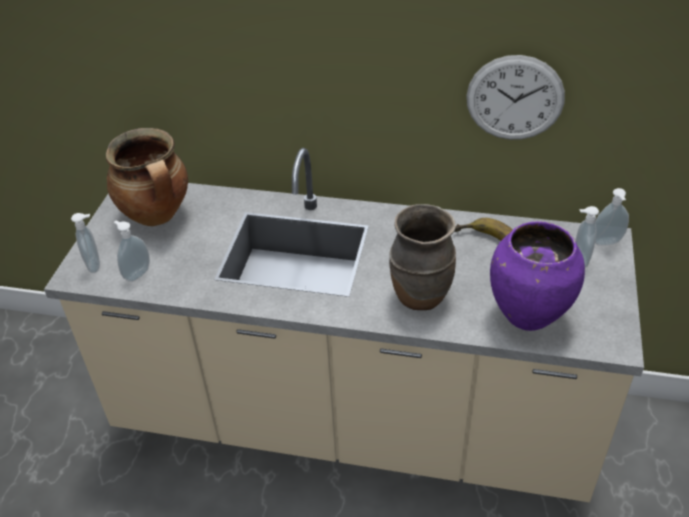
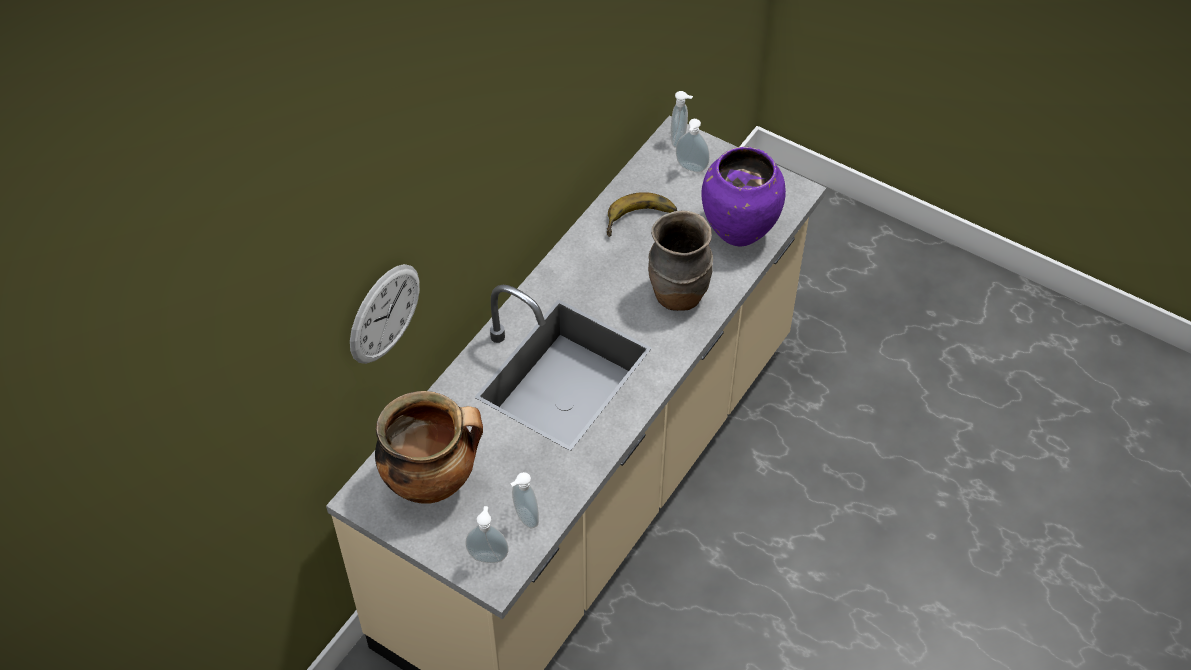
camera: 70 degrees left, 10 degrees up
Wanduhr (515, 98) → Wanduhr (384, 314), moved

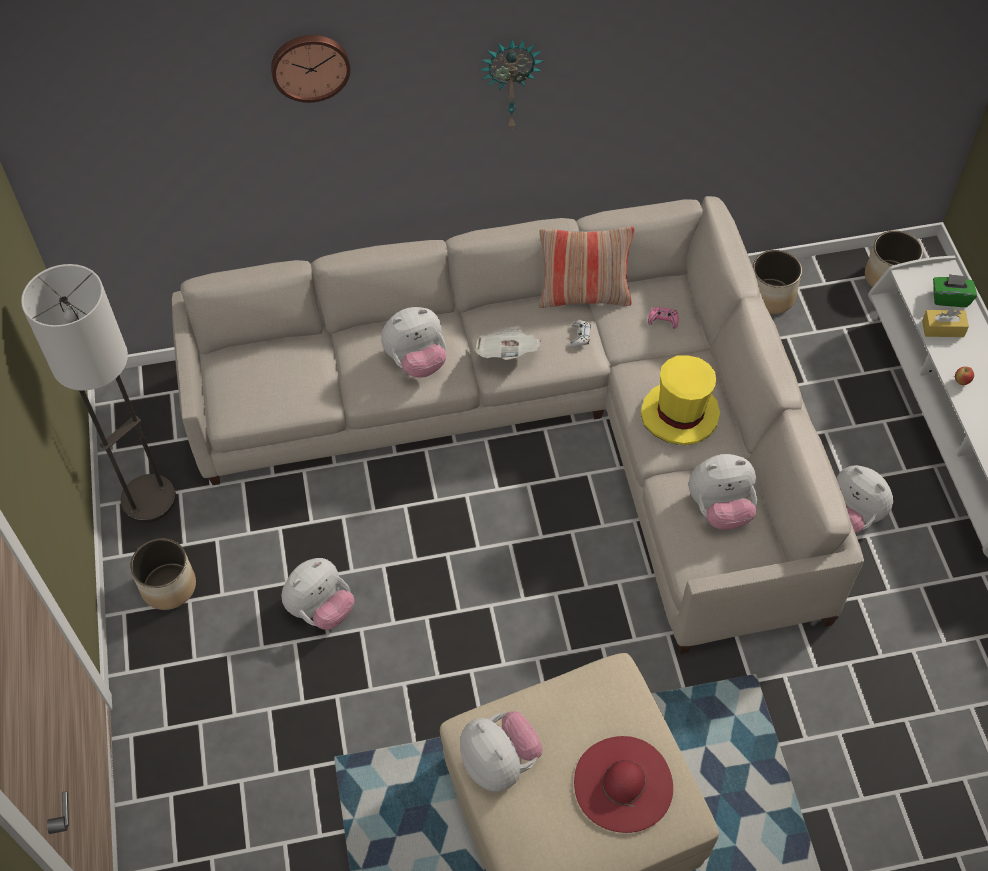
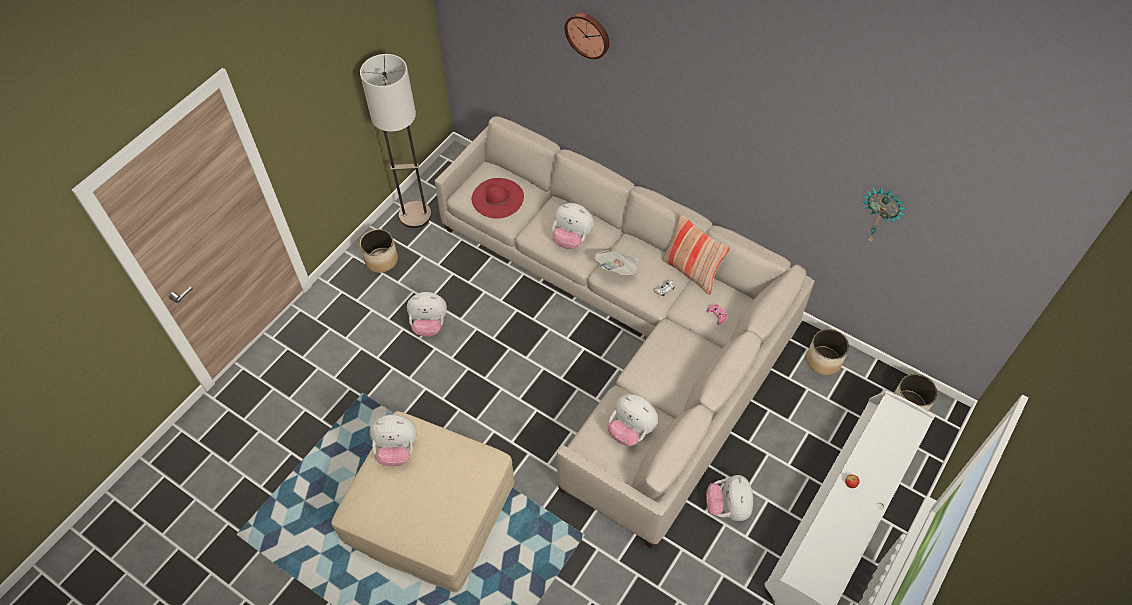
camera: 45 degrees right, 0 degrees up
Plüschtier (500, 762) → Plüschtier (396, 449), 75 degrees clockwise
Hut (rot) (623, 784) → Hut (rot) (497, 198), moved
Wanduhr (510, 82) → Wanduhr (880, 214), moved
Hut (gelb) (680, 415) → -
Taschentuchbox (gelb) (943, 328) → -
Taschentuchbox (grün) (950, 298) → -

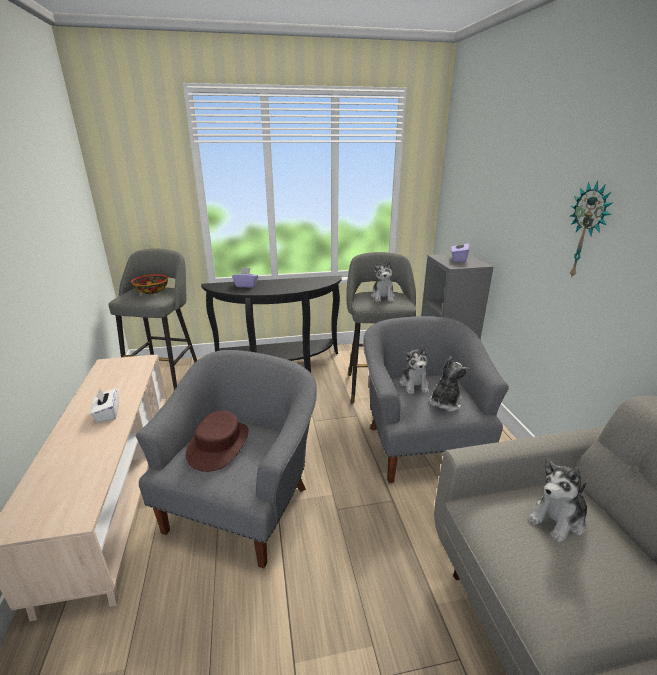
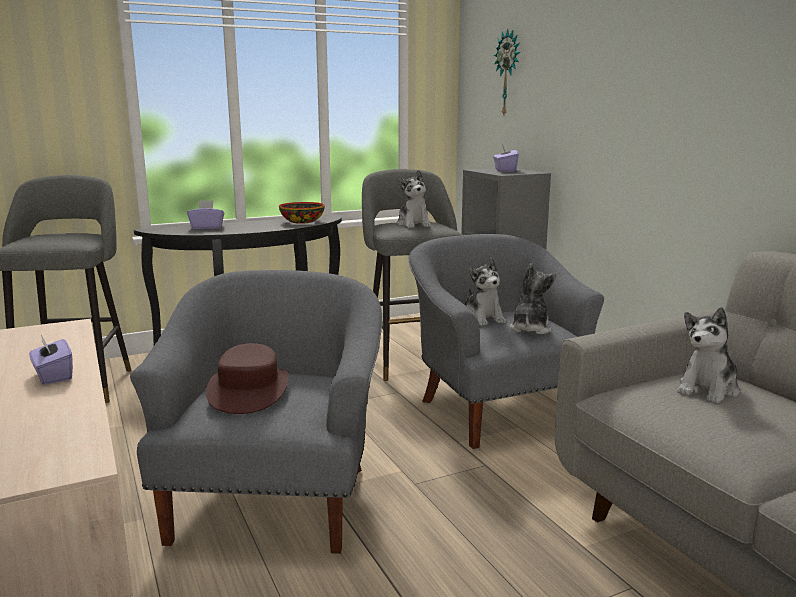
camera: 15 degrees left, 10 degrees down
Taschentuchbox (weiß) (108, 413) → Taschentuchbox (lila) (53, 376)
Schüssel (151, 291) → Schüssel (301, 222), moved
Wanduhr (587, 231) → Wanduhr (508, 73), moved

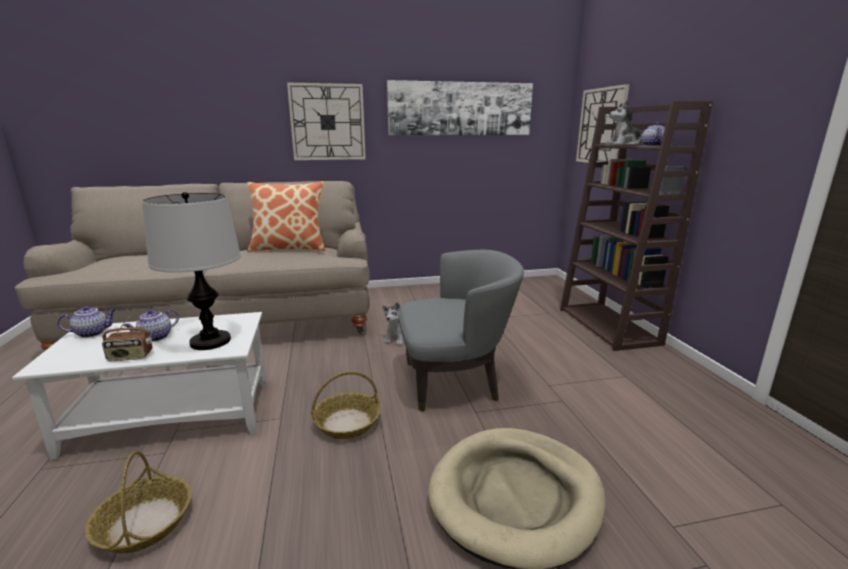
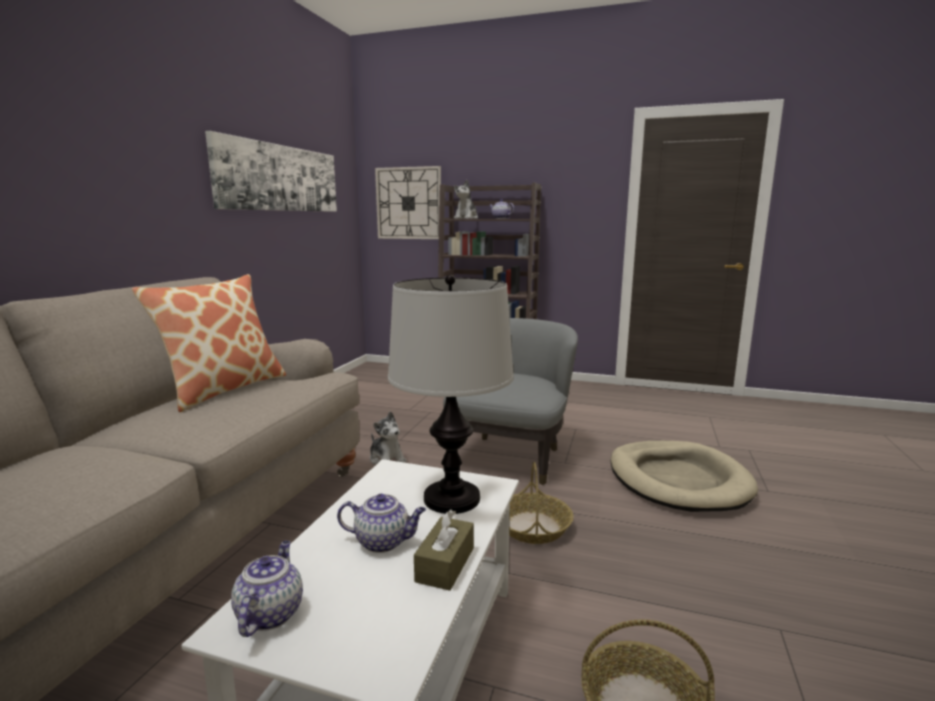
camera: 60 degrees left, 5 degrees down
Teekanne (155, 337) → Teekanne (384, 541), 60 degrees counterclockwise
Radio (130, 357) → Taschentuchbox (braun) (445, 564)
Wanduhr (327, 122) → -

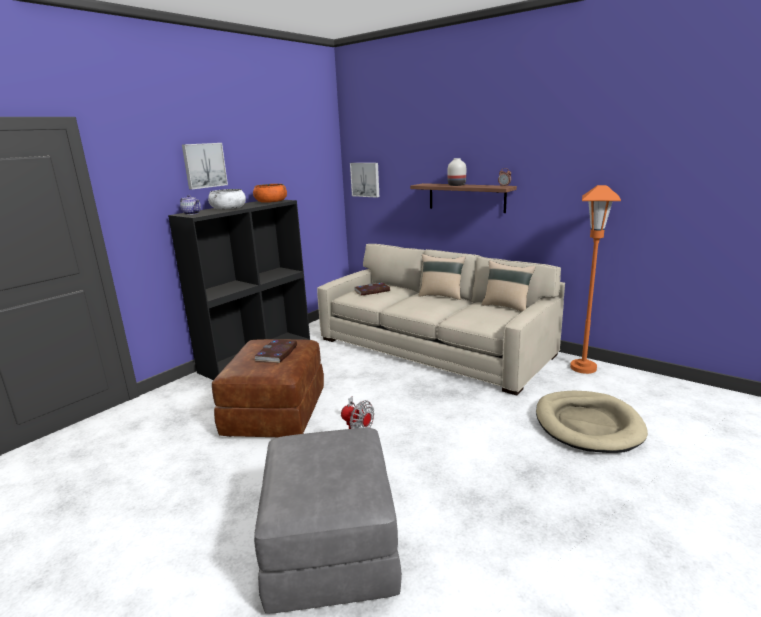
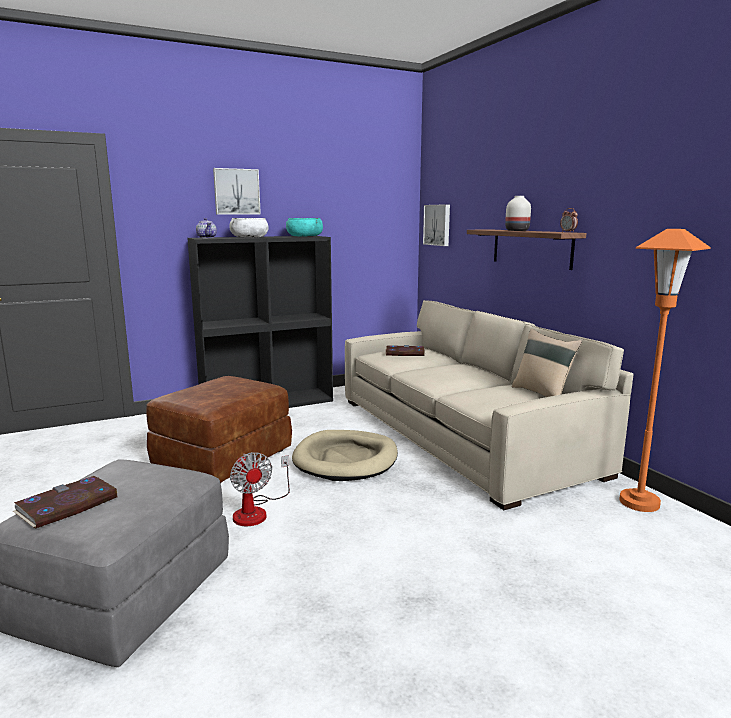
camera: 25 degrees right, 5 degrees down
Buch (277, 353) → Buch (67, 505), moved
Schüssel (orange) (271, 201) → Schüssel (türkis) (304, 236)
Hundebett (beige) (587, 425) → Hundebett (beige) (346, 459), moved
Kissen (beige) (441, 295) → -

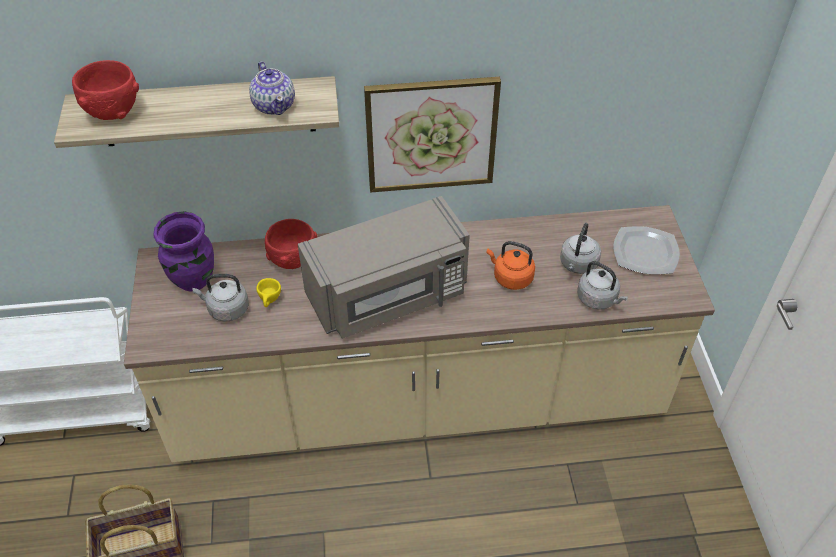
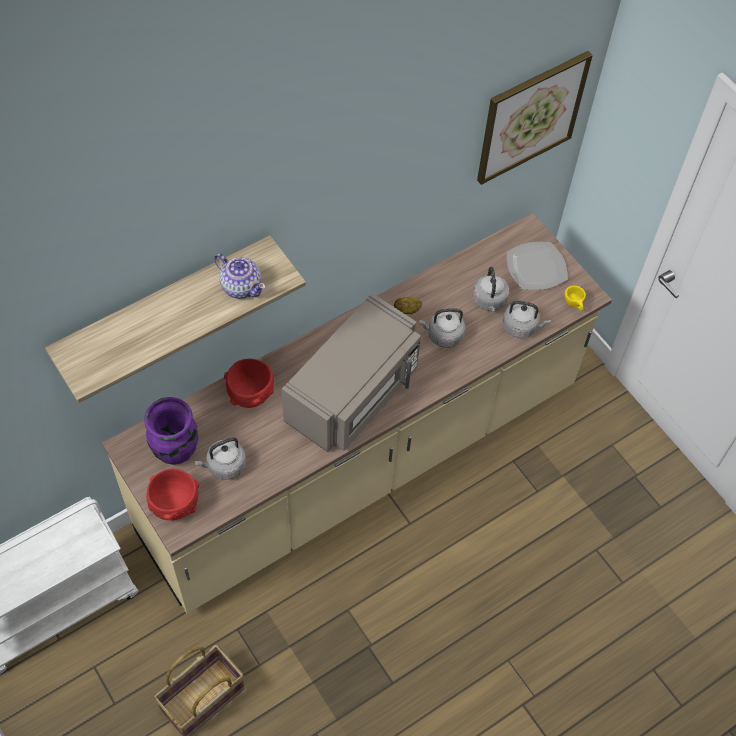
camera: 30 degrees left, 10 degrees up
Schüssel (rot) (113, 112) → Schüssel (rot) (175, 505), moved
- → Kartoffel (407, 310)
Wasserkessel (orange) (511, 277) → Wasserkessel (grau) (443, 335)
Bild (431, 134) → Bild (531, 117), moved
Tasse (gelb) (270, 302) → Tasse (gelb) (574, 305), moved

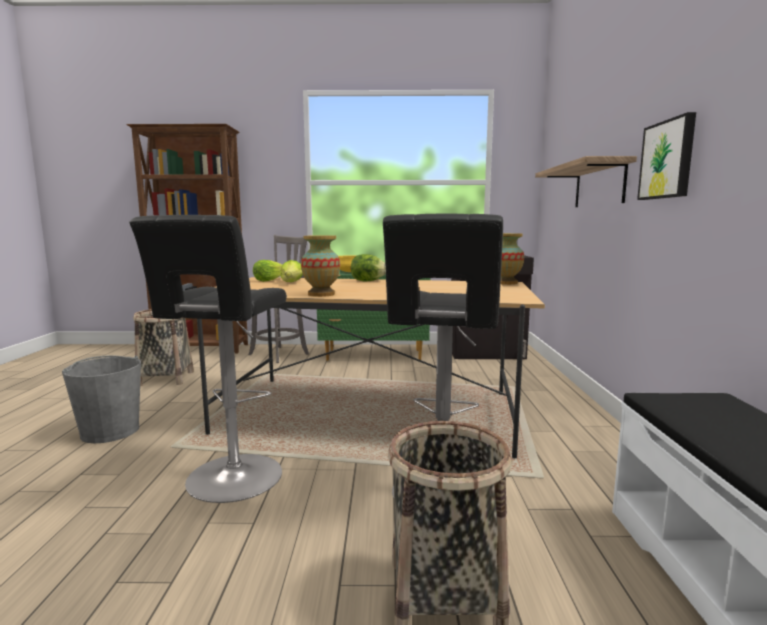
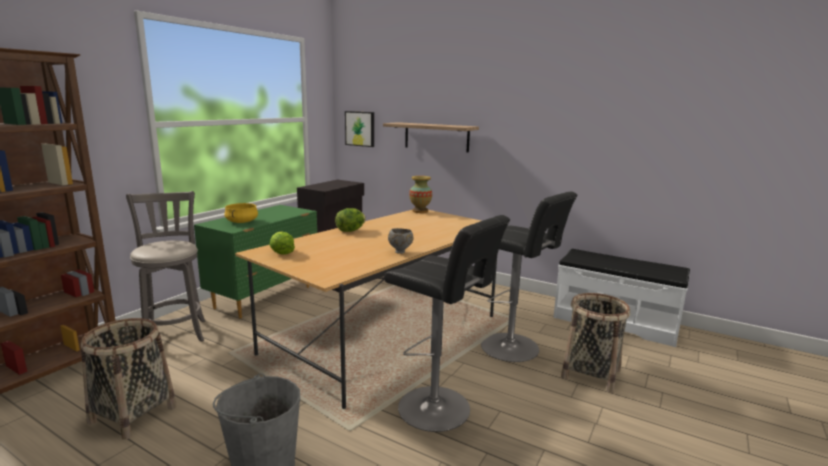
camera: 60 degrees left, 5 degrees up
Bild (668, 160) → Bild (360, 128), moved
Vase (321, 294) → Schüssel (grau) (400, 252)
Salatkopf (292, 282) → -

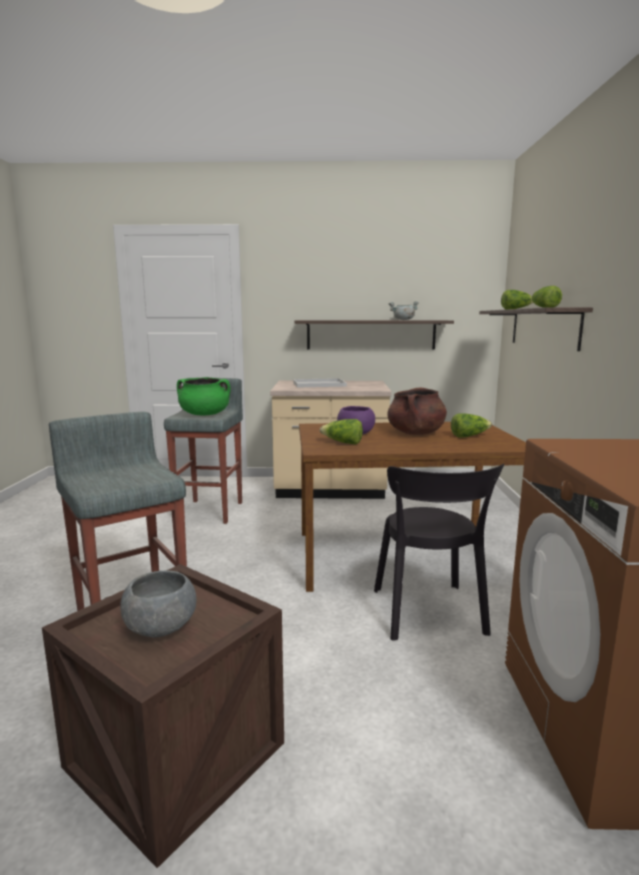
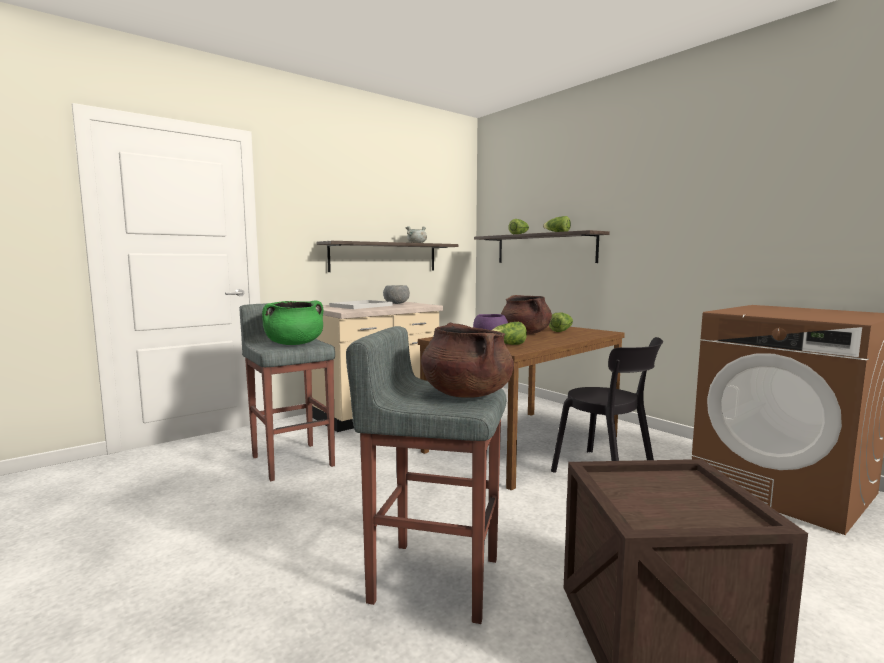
camera: 40 degrees left, 5 degrees down
Schüssel (grau) (161, 627) → Schüssel (grau) (396, 303), moved
- → Kochtopf (braun) (466, 394)

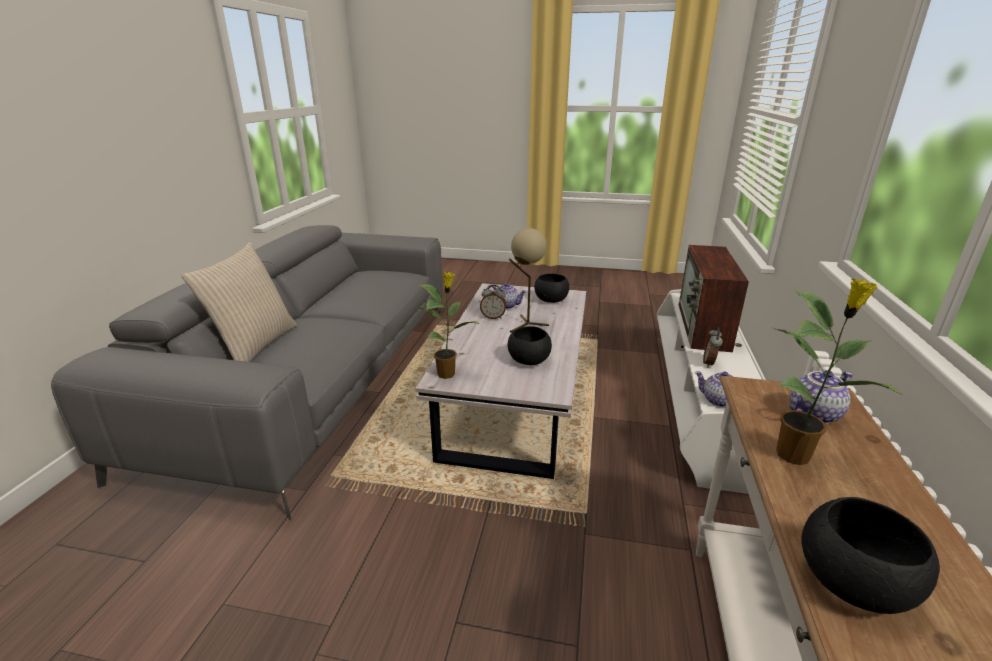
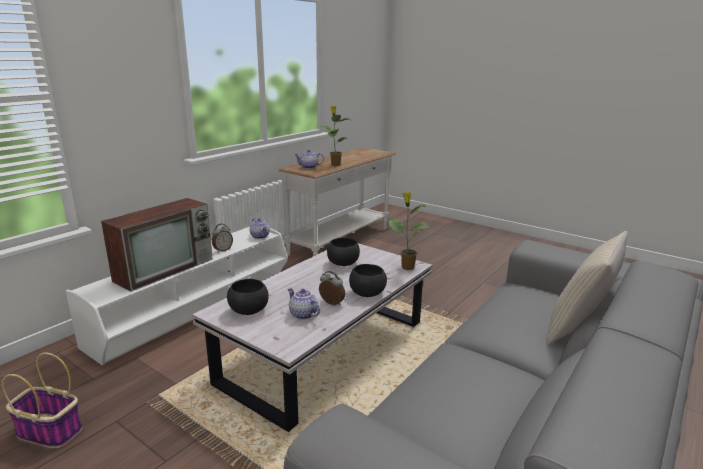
camera: 155 degrees left, 5 degrees down
- → Korb (48, 431)
Schüssel (schwarz) (851, 582) → Schüssel (schwarz) (367, 293), moved
Tischlampe (beige) (525, 325) → -

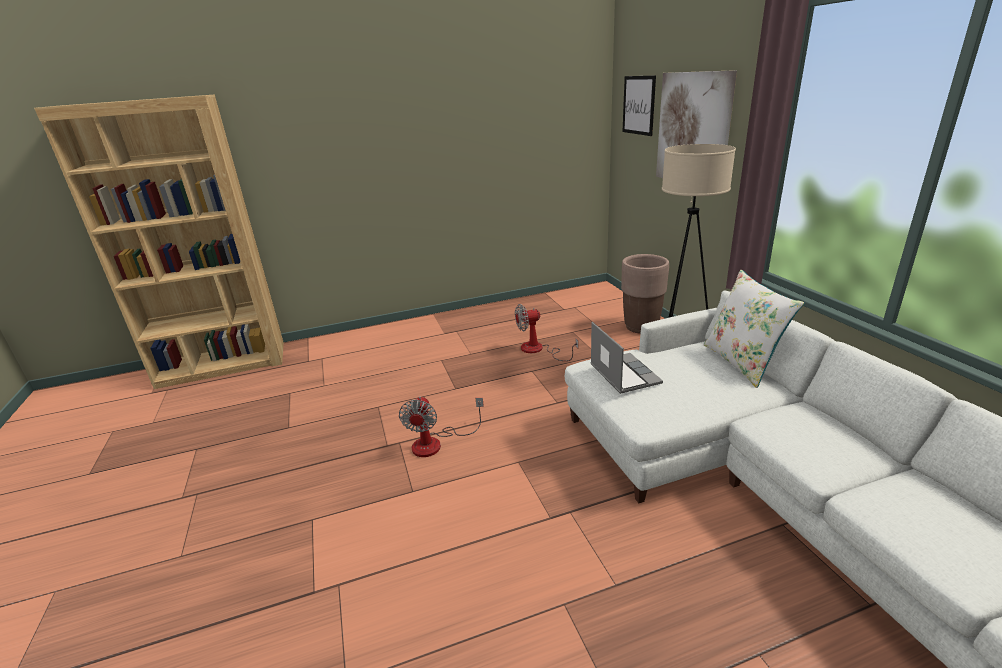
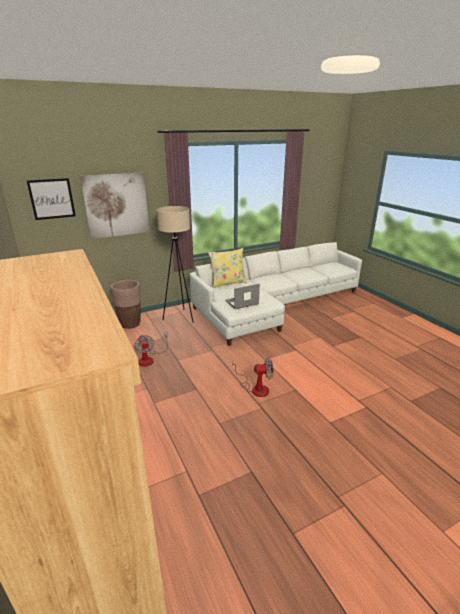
camera: 100 degrees left, 0 degrees up
Kissen (weiß) (742, 362) → Kissen (gelb) (228, 283)

